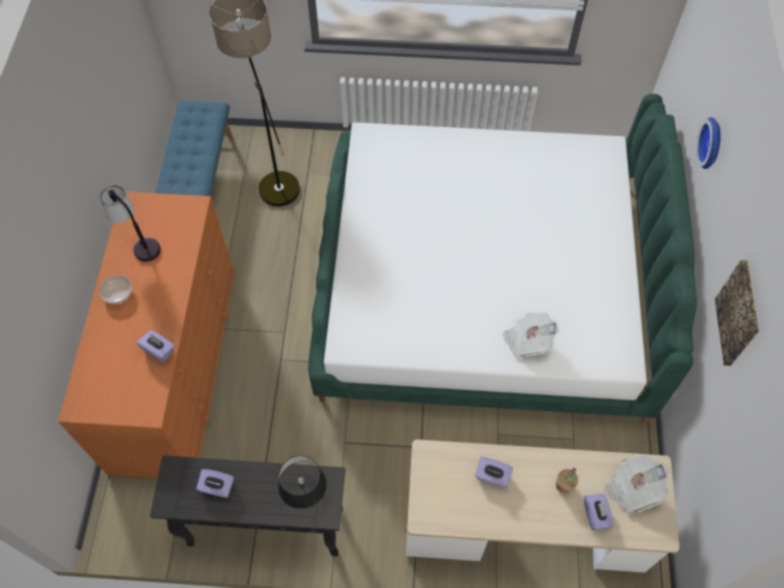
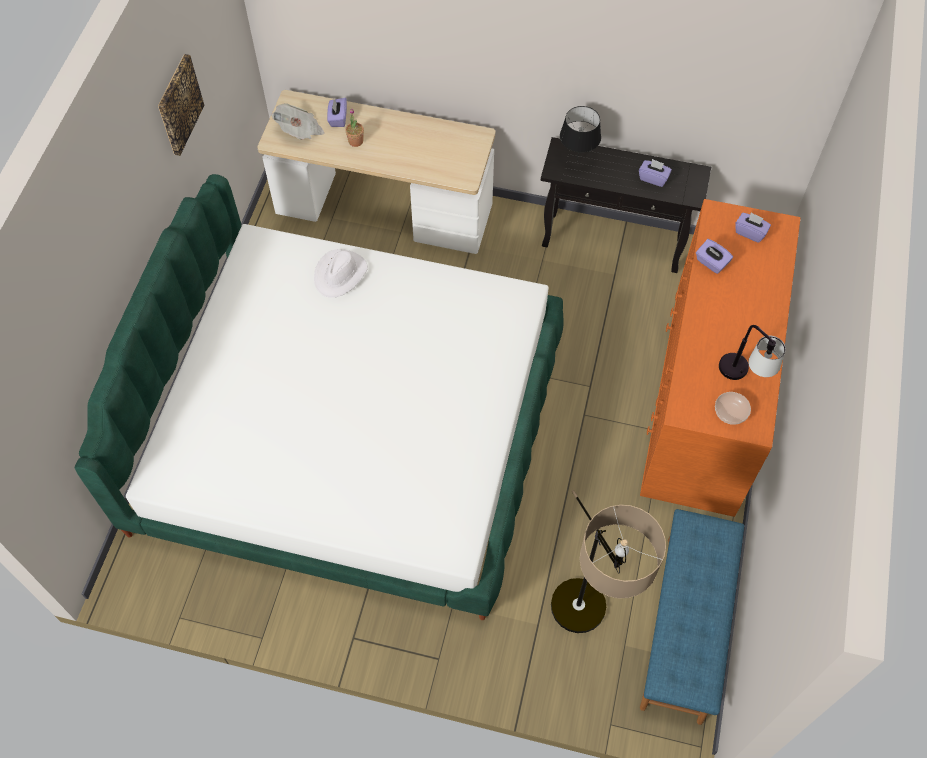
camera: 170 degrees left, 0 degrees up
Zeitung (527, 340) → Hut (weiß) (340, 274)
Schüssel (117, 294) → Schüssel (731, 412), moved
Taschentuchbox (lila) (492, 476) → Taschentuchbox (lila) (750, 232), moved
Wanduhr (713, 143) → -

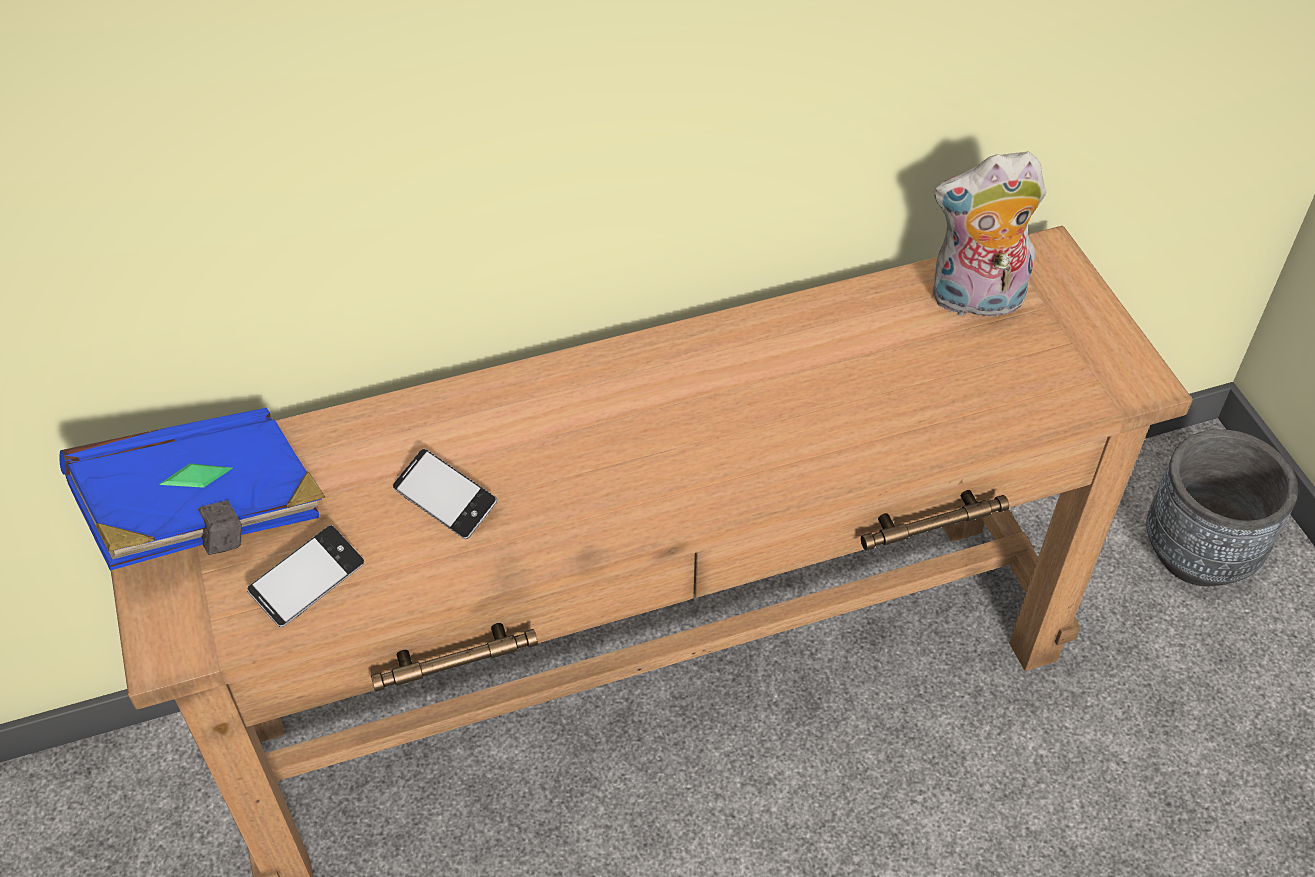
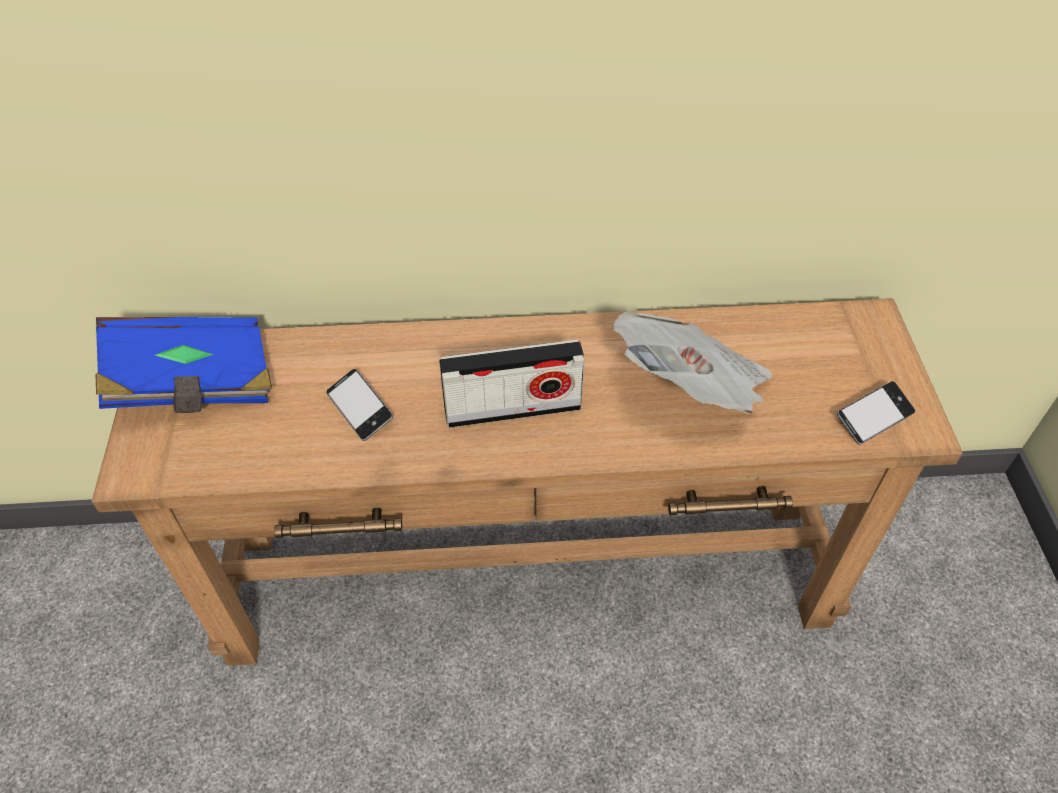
camera: 15 degrees right, 0 degrees up
- → Radio (512, 409)
- → Zeitung (692, 388)
Handy (308, 581) → Handy (873, 417), moved
Plüschtier (975, 301) → -
Pflanzkübel (grau) (1197, 553) → -

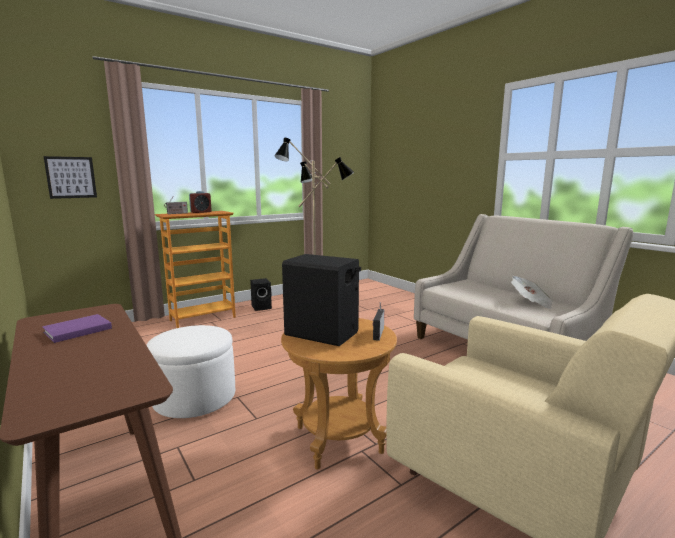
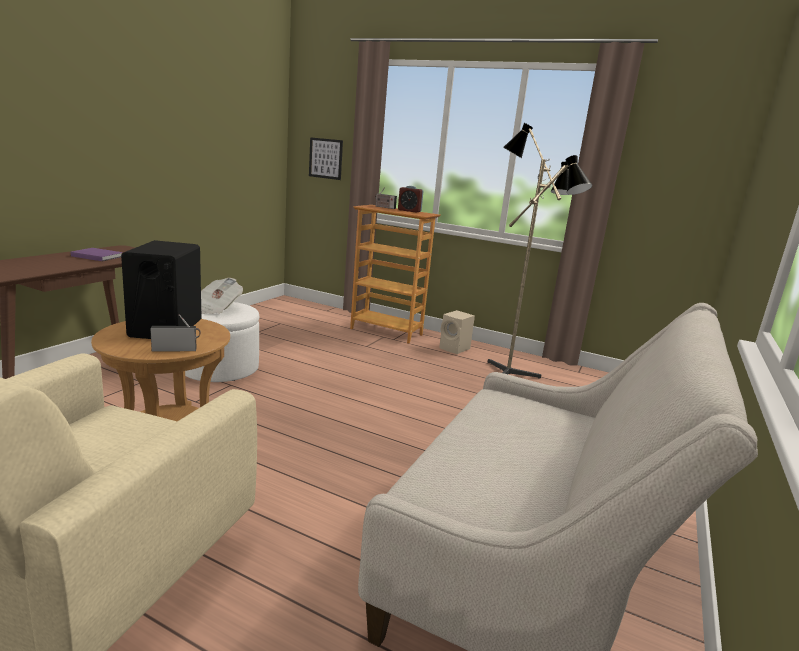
camera: 60 degrees right, 5 degrees up
Zeitung (531, 303) → Zeitung (216, 309), moved
Lautsprecher (schwarz) (262, 307) → Lautsprecher (beige) (455, 349)

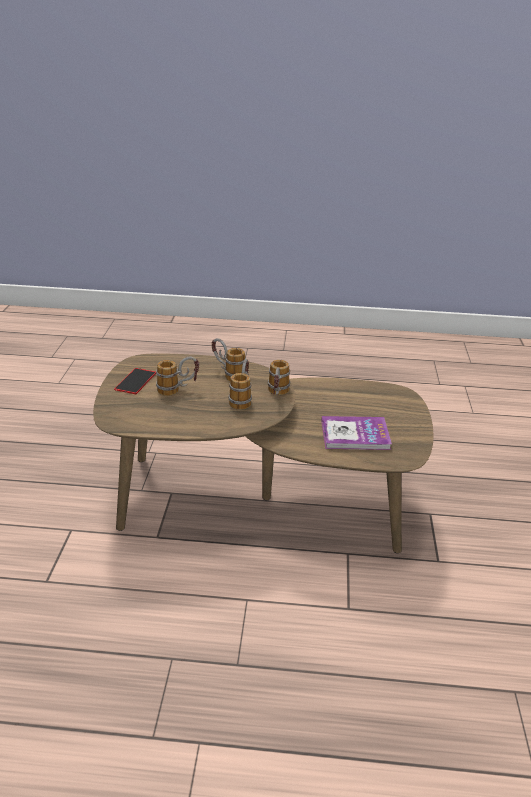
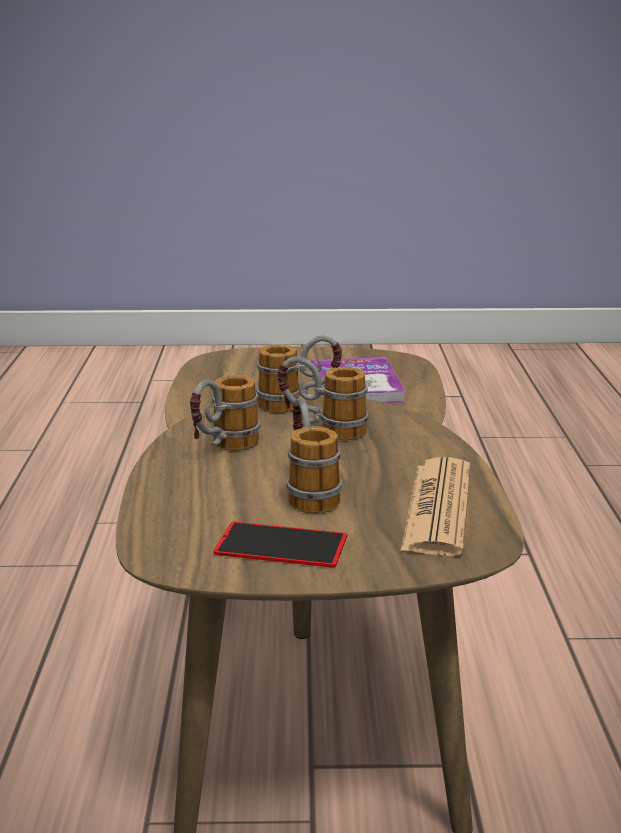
camera: 95 degrees left, 10 degrees down
- → Zeitung (438, 508)

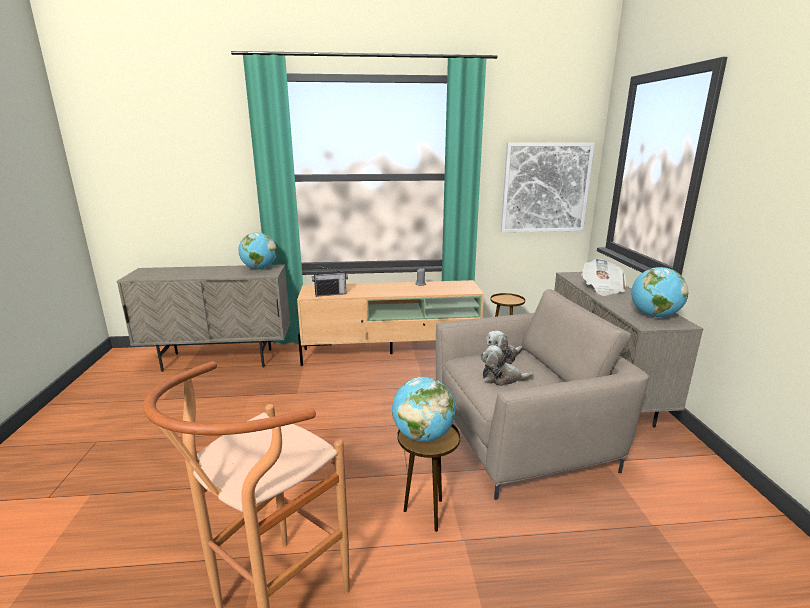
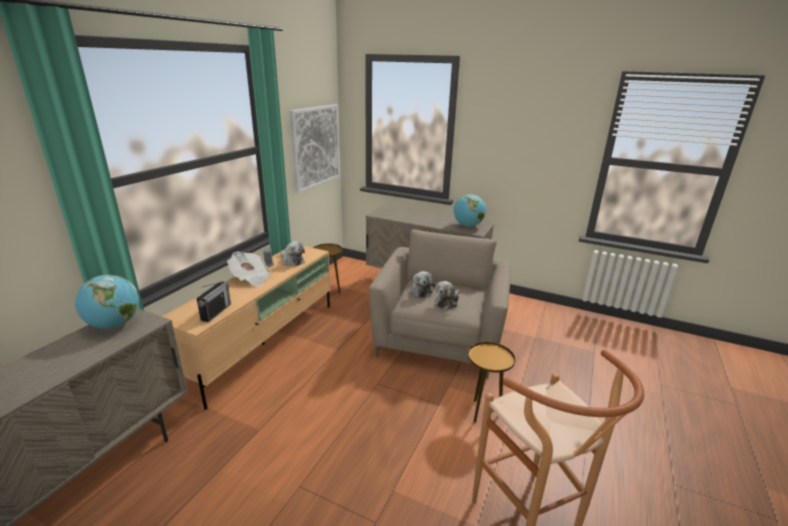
camera: 60 degrees left, 5 degrees up
Zeitung (602, 289) → Zeitung (250, 278), moved
- → Plüschtier (292, 261)
Globus (423, 436) → -

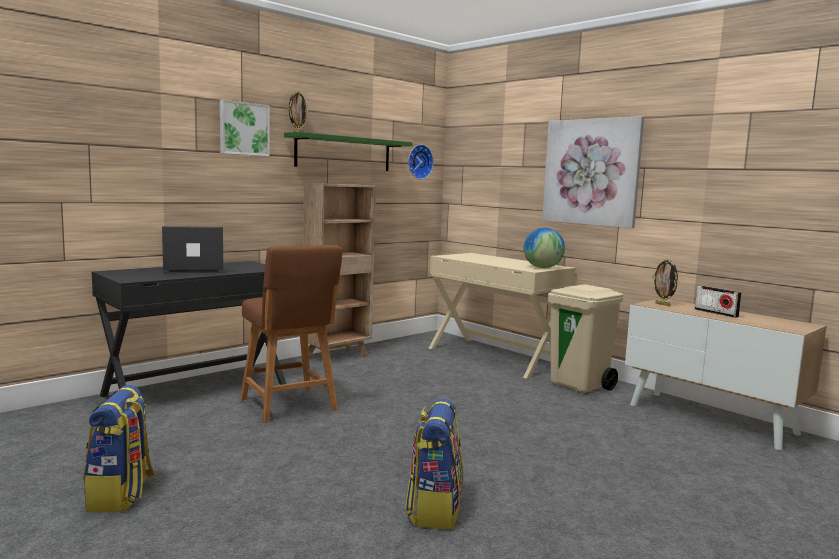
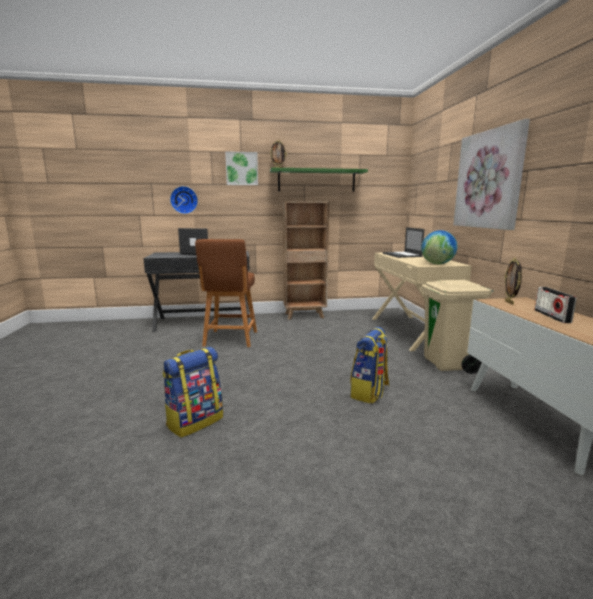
camera: 35 degrees right, 5 degrees up
Wanduhr (419, 162) → Wanduhr (184, 200), moved
Rucksack (121, 495) → Rucksack (369, 393), moved
- → Laptop (402, 255)

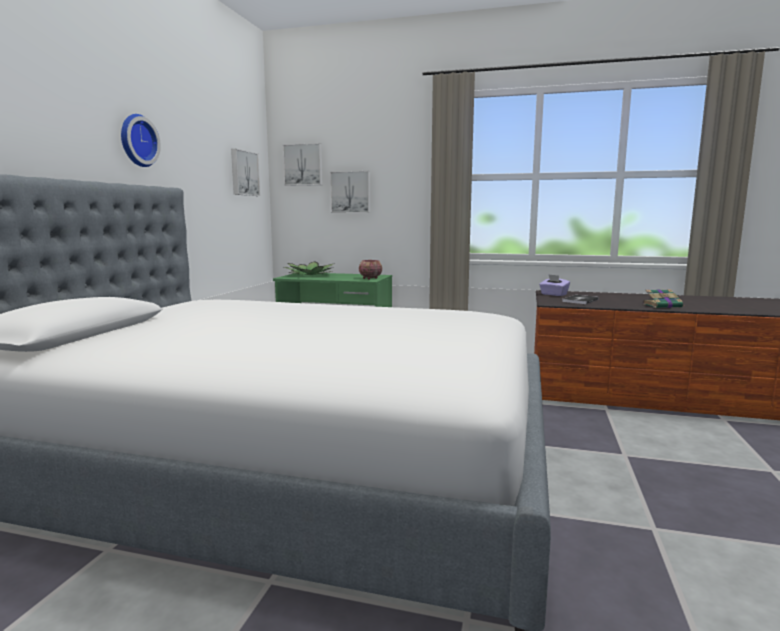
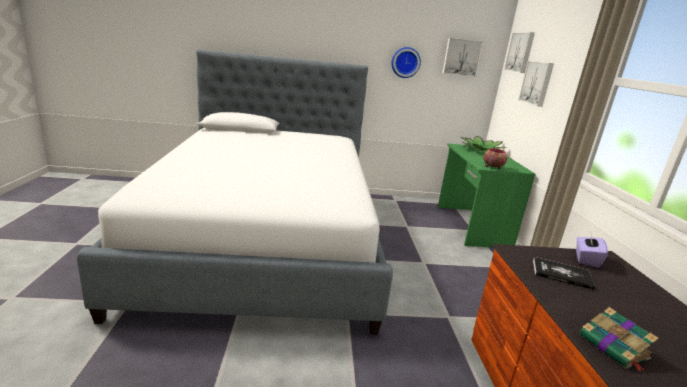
camera: 70 degrees right, 10 degrees up
Wanduhr (136, 141) → Wanduhr (405, 62), moved

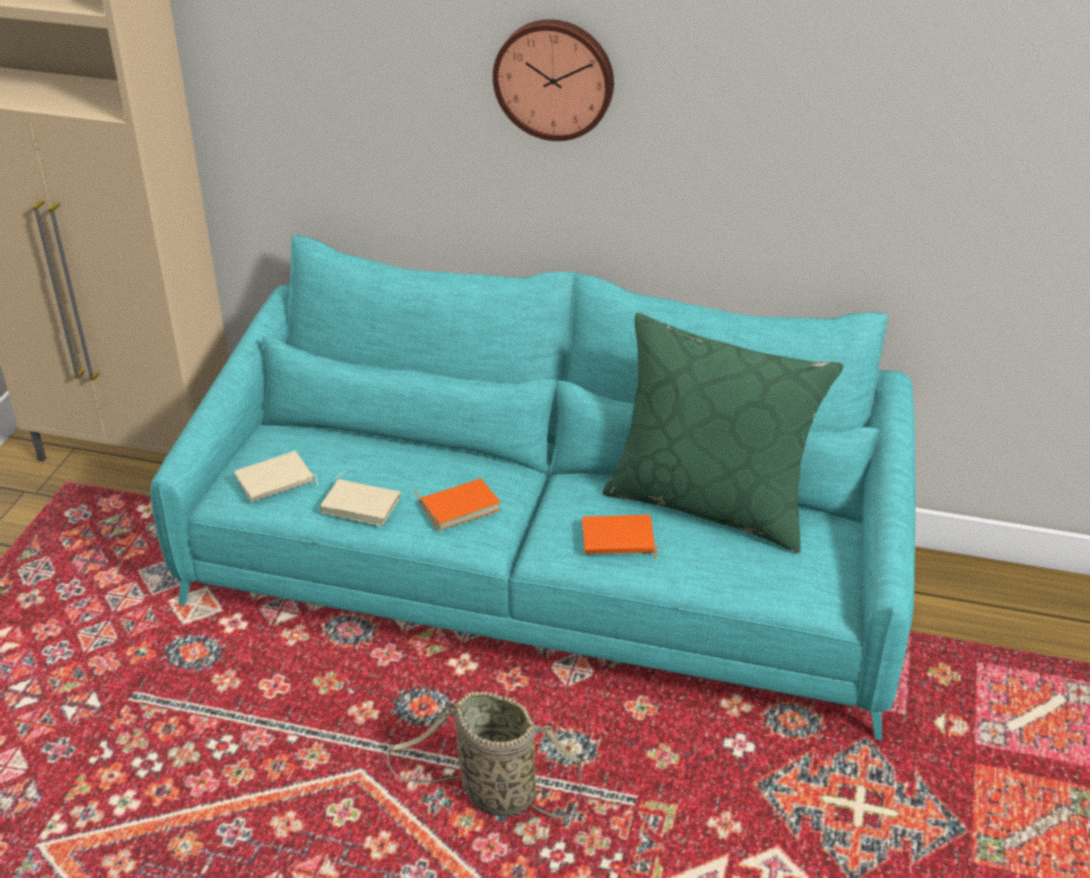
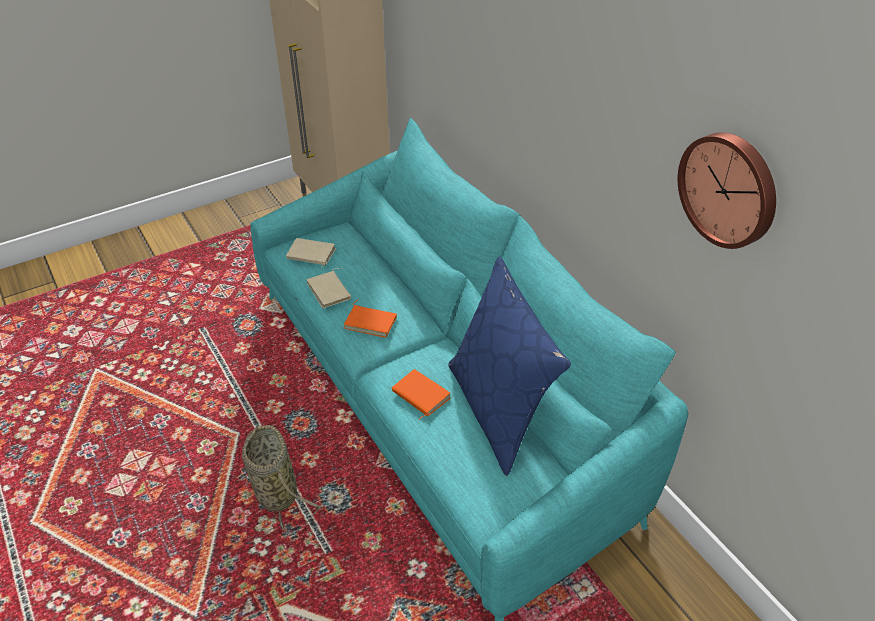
camera: 45 degrees right, 5 degrees up
Kissen (grün) (710, 503) → Kissen (blau) (499, 410)
Wanduhr (554, 78) → Wanduhr (729, 189), moved

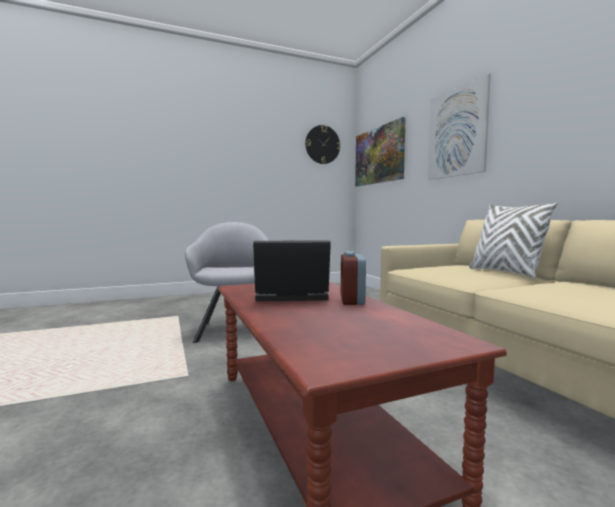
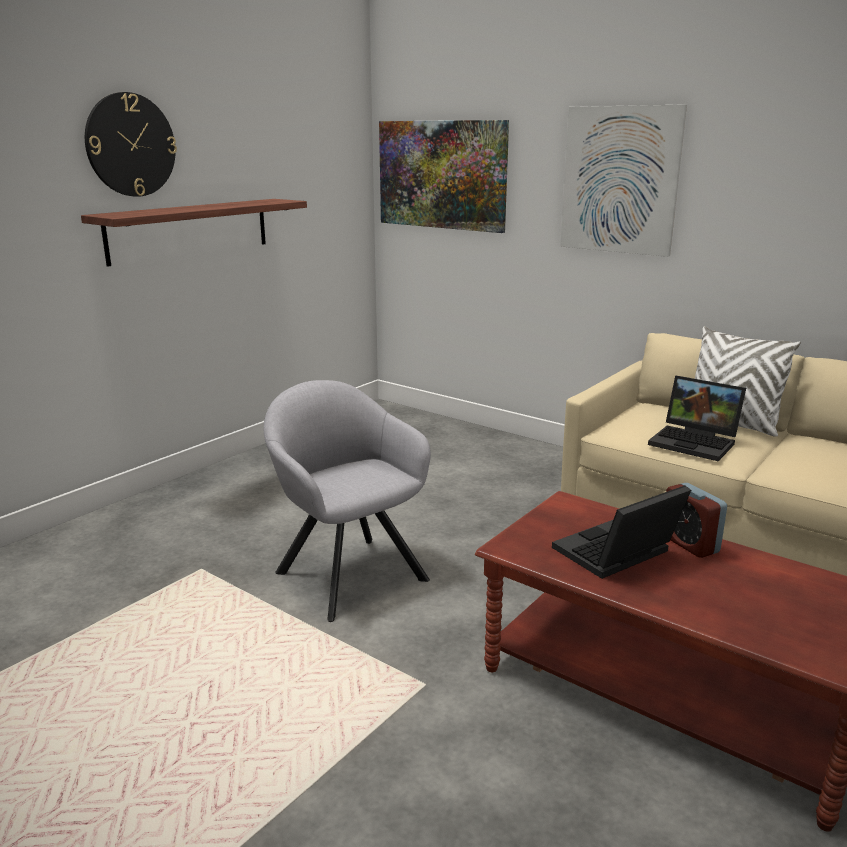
camera: 30 degrees left, 15 degrees up
- → Wandregal (190, 230)
Wanduhr (322, 144) → Wanduhr (130, 145), moved
- → Laptop (696, 442)

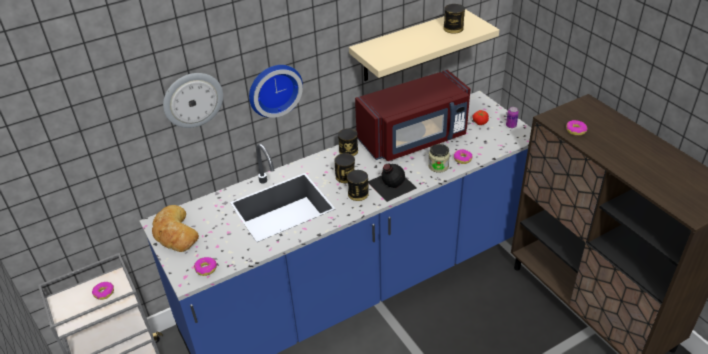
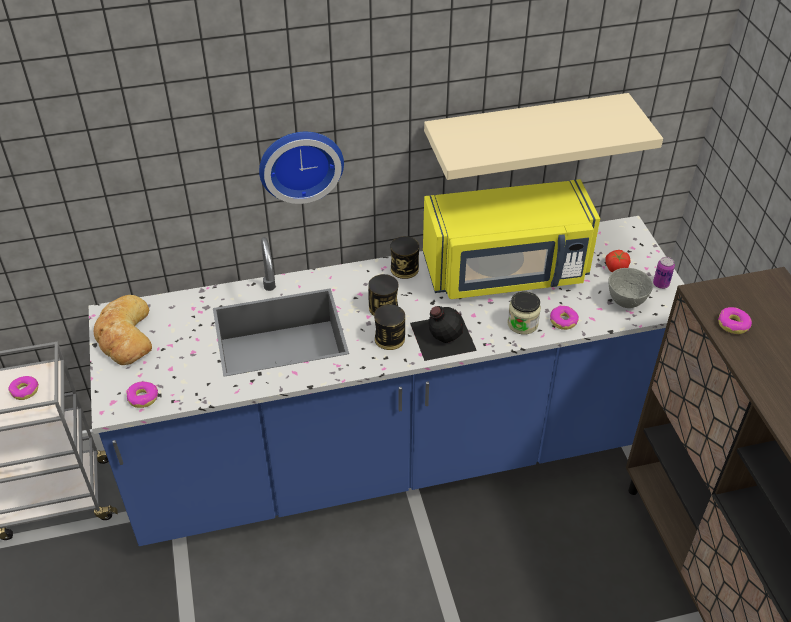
camera: 15 degrees right, 5 degrees up
Mikrowelle (rot) (414, 139) → Mikrowelle (gelb) (506, 272)
- → Schüssel (grau) (625, 301)
Wanduhr (192, 99) → -
Dose (453, 28) → -

